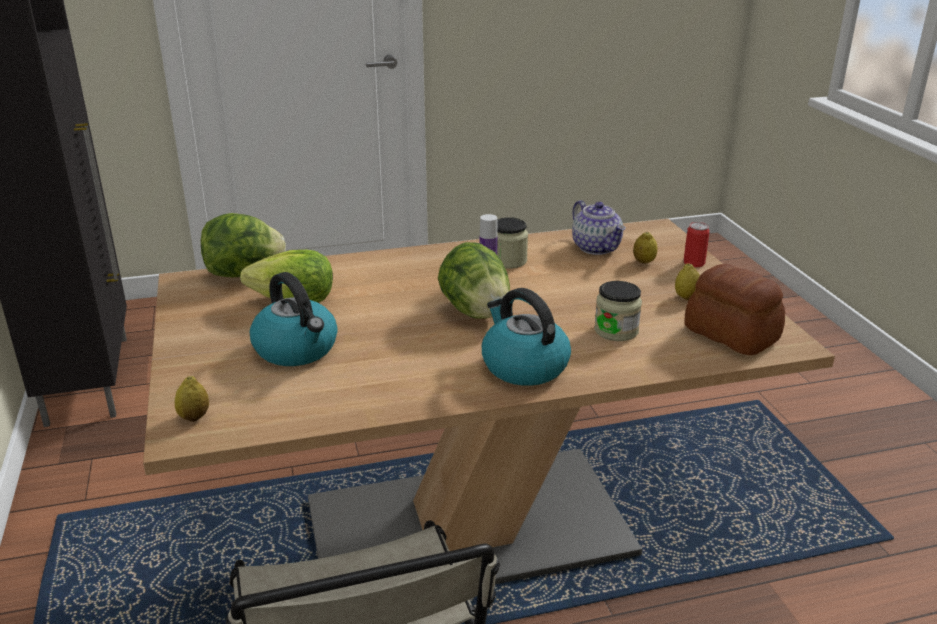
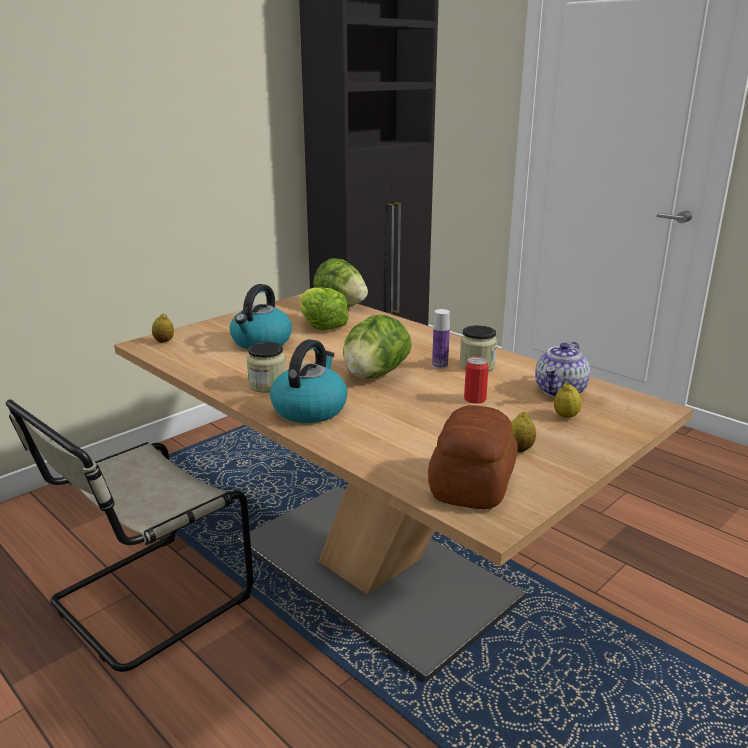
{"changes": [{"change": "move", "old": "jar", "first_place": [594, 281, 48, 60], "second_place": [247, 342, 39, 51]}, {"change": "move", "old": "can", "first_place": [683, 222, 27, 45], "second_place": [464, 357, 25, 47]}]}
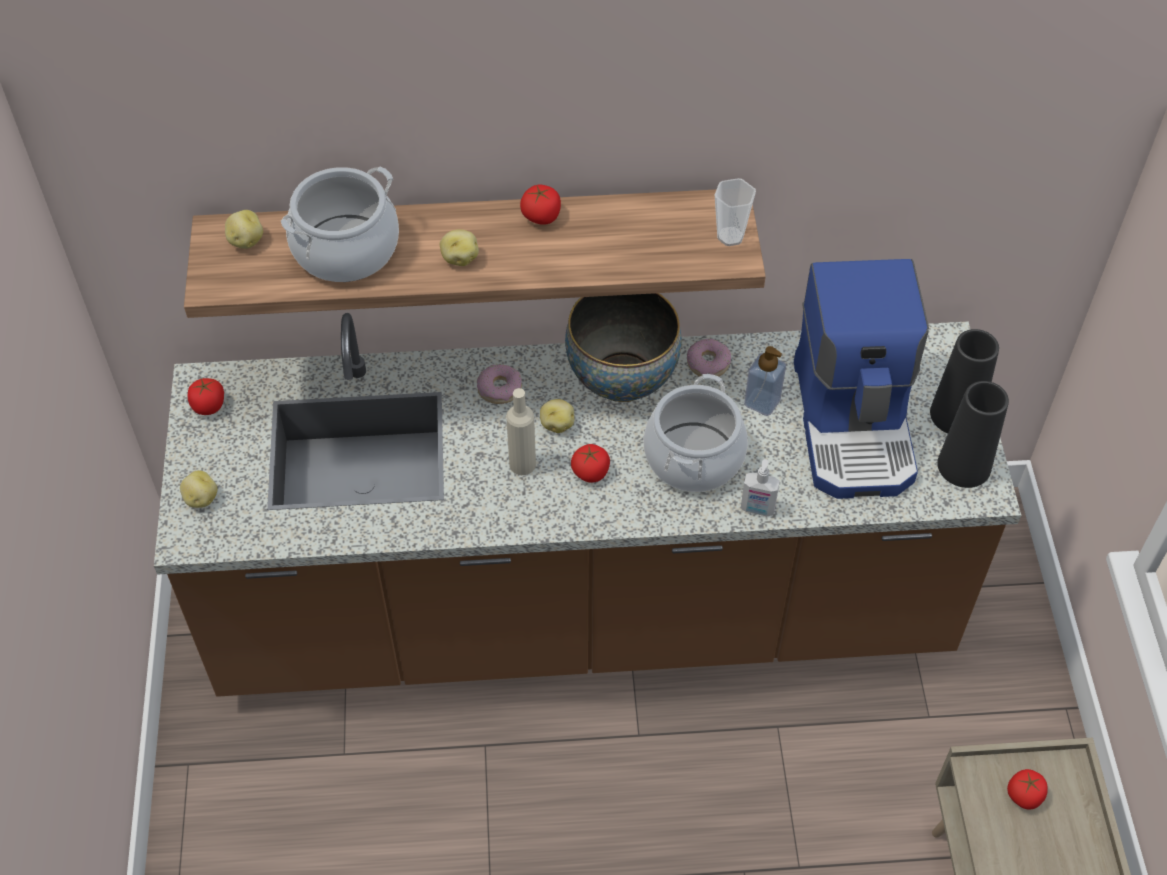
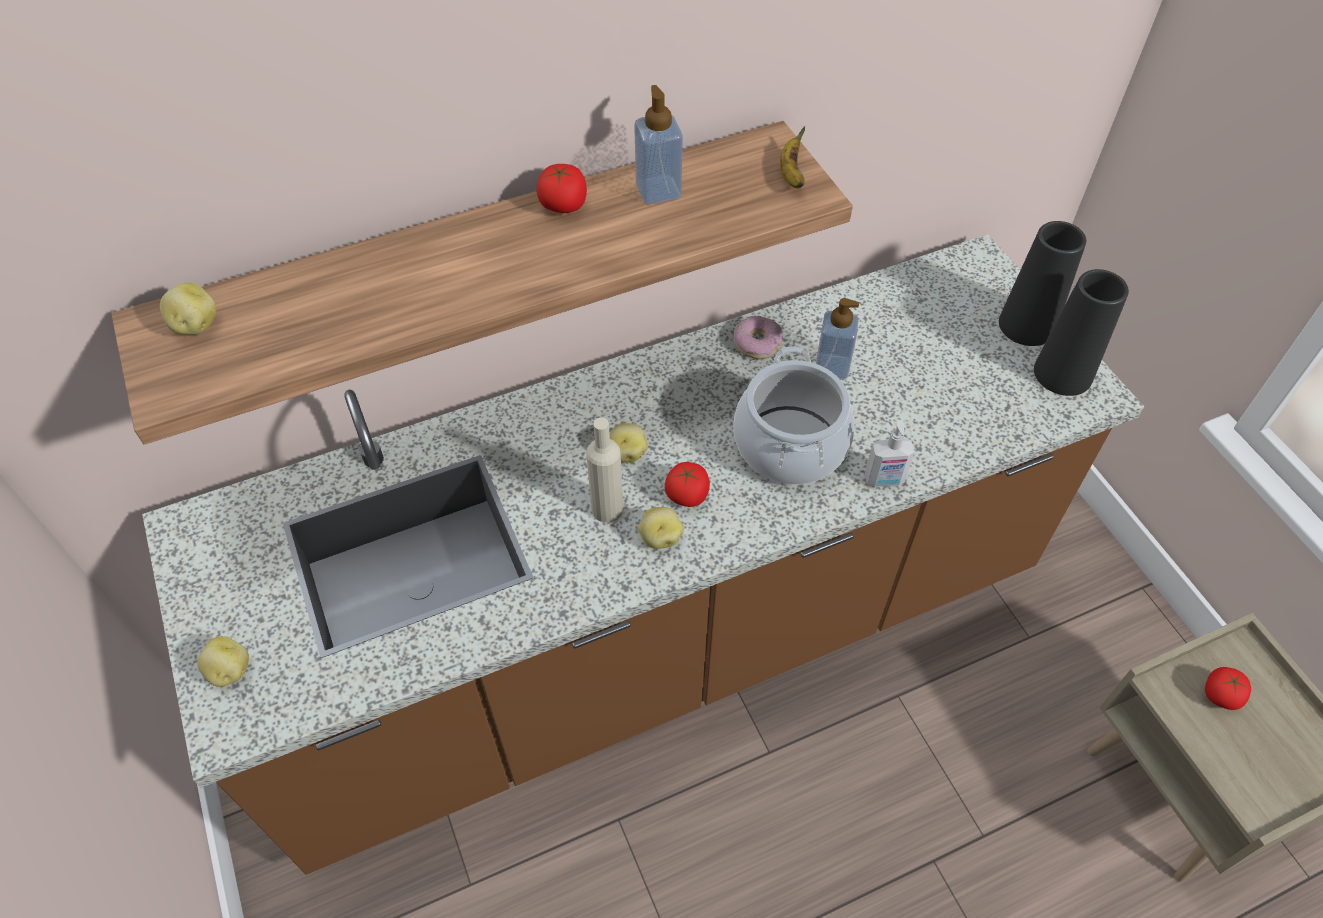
{"changes": [{"change": "insert", "new": "soap_dispenser", "second_place": [634, 85, 49, 119]}, {"change": "move", "old": "potato", "first_place": [440, 229, 39, 37], "second_place": [637, 507, 47, 42]}, {"change": "replace", "old": "cup", "new": "banana", "first_place": [715, 178, 41, 68], "second_place": [780, 126, 25, 62]}, {"change": "delete", "old": "tomato", "first_place": [188, 378, 36, 37]}, {"change": "delete", "old": "cooking_pot", "first_place": [281, 167, 118, 115]}, {"change": "delete", "old": "donut", "first_place": [477, 364, 45, 40]}, {"change": "delete", "old": "bowl", "first_place": [565, 293, 117, 109]}, {"change": "delete", "old": "coffee_machine", "first_place": [794, 259, 135, 240]}]}
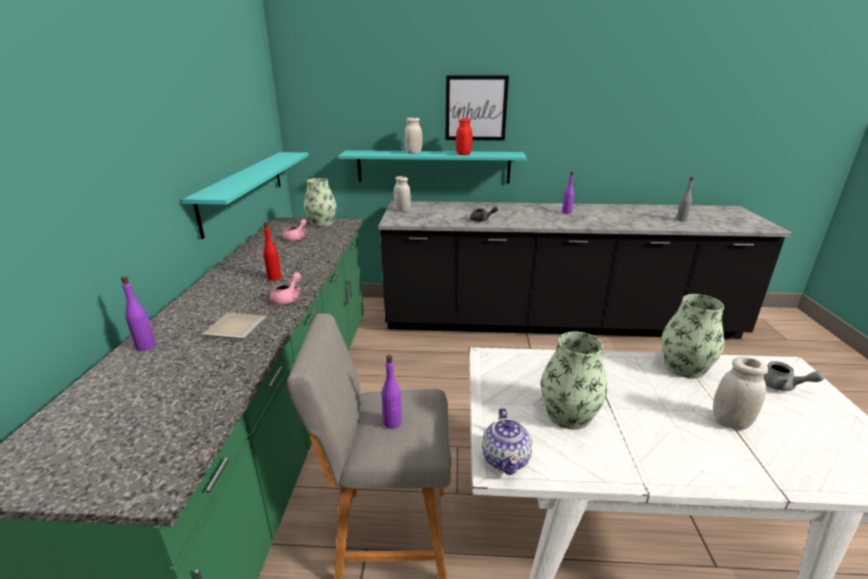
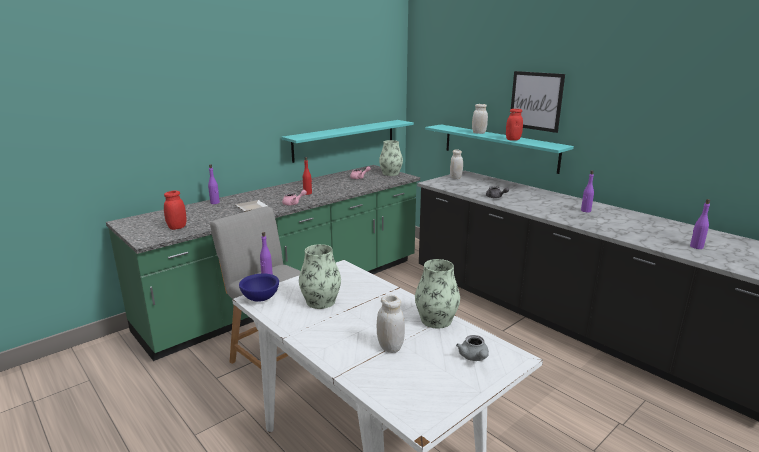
{"changes": [{"change": "insert", "new": "red_jar", "second_place": [164, 191, 23, 39]}, {"change": "replace", "old": "teapot", "new": "blue_bowl", "first_place": [482, 408, 50, 67], "second_place": [239, 274, 40, 28]}, {"change": "recolor", "old": "grey_bottle", "new": "purple_bottle", "first_place": [676, 177, 17, 45], "second_place": [690, 199, 20, 50]}]}
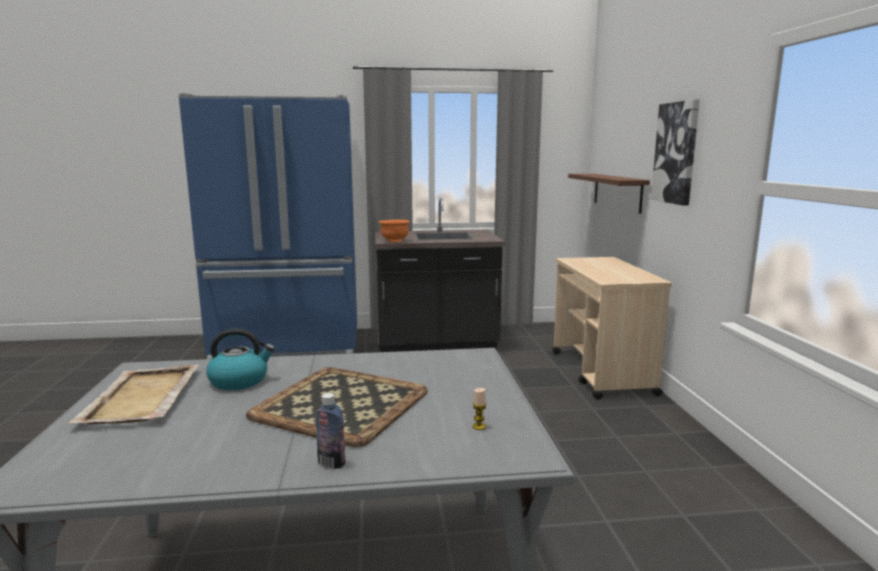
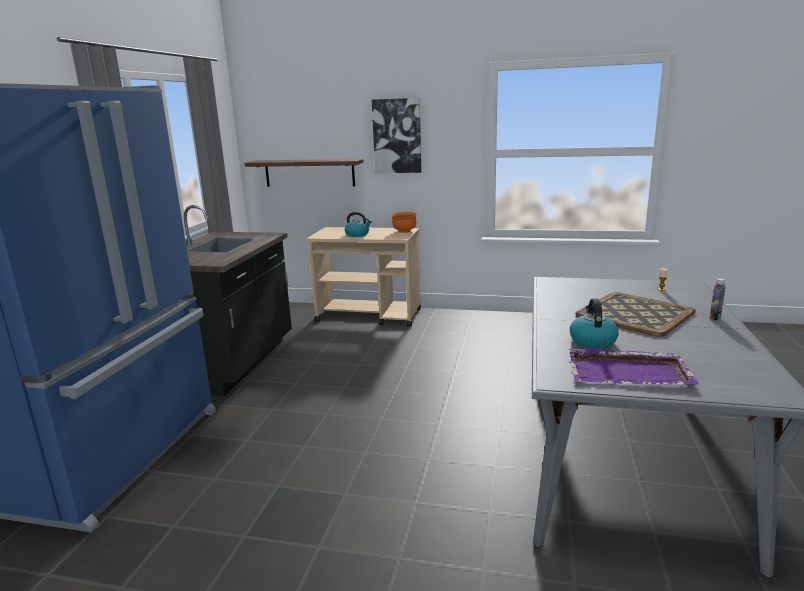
{"changes": [{"change": "insert", "new": "kettle", "second_place": [345, 212, 27, 25]}, {"change": "move", "old": "orange_bowl", "first_place": [379, 220, 31, 22], "second_place": [390, 212, 28, 21]}, {"change": "recolor", "old": "beige_tray", "new": "purple_tray", "first_place": [68, 364, 131, 60], "second_place": [569, 349, 130, 35]}]}
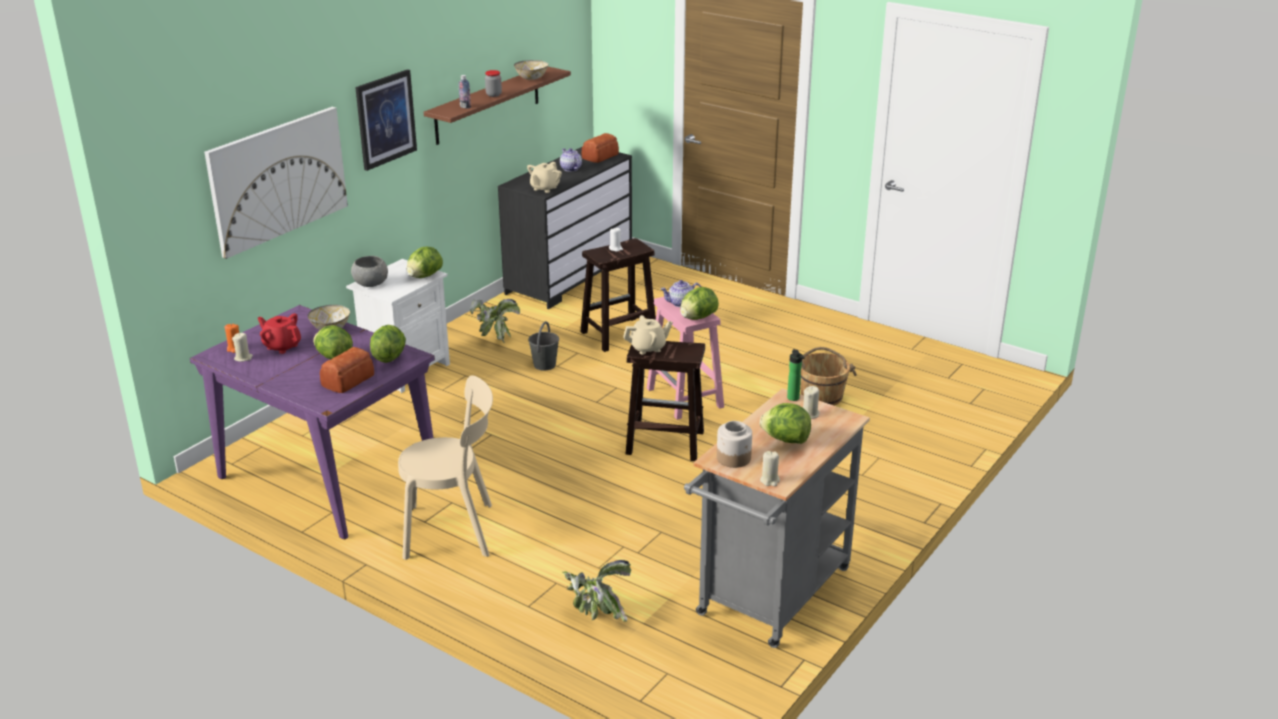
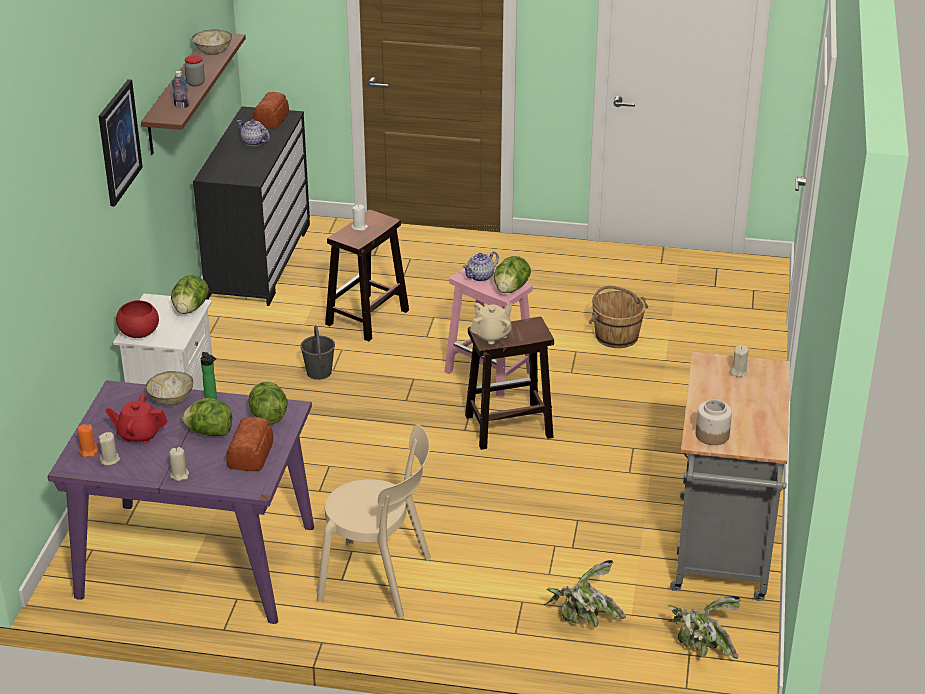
{"changes": [{"change": "recolor", "old": "grey_bowl", "new": "red_bowl", "first_place": [351, 256, 37, 31], "second_place": [116, 300, 43, 38]}, {"change": "move", "old": "beige_candle", "first_place": [760, 451, 20, 35], "second_place": [169, 447, 20, 34]}, {"change": "move", "old": "bottle", "first_place": [787, 349, 17, 52], "second_place": [201, 352, 16, 47]}, {"change": "rotate", "old": "beige_chair", "first_place": [398, 375, 95, 185], "second_place": [317, 424, 114, 195], "degrees": 45}, {"change": "move", "old": "potted_plant", "first_place": [470, 299, 50, 44], "second_place": [668, 596, 73, 63]}, {"change": "delete", "old": "picture", "first_place": [204, 107, 144, 152]}, {"change": "delete", "old": "beige_teapot", "first_place": [527, 162, 35, 31]}, {"change": "delete", "old": "lettuce", "first_place": [760, 403, 51, 41]}]}
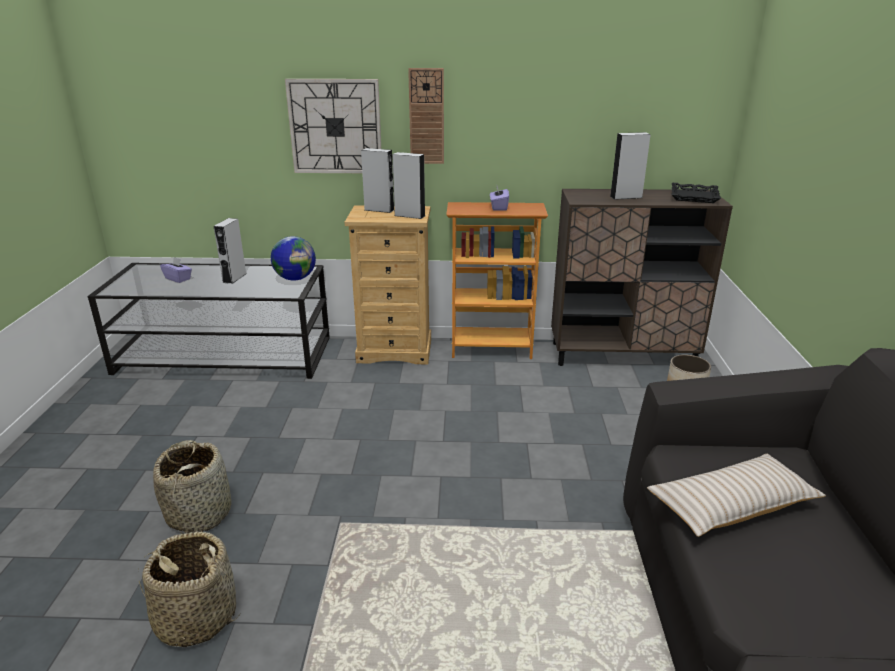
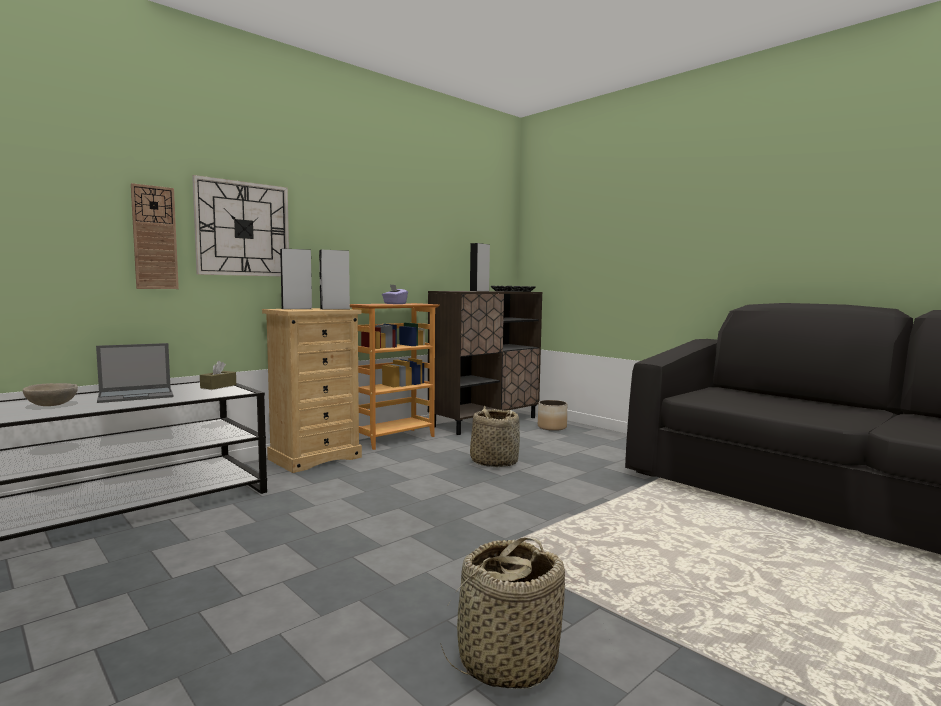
{"changes": [{"change": "replace", "old": "purple_tissue_box", "new": "beige_bowl", "first_place": [160, 257, 32, 26], "second_place": [23, 383, 55, 23]}, {"change": "replace", "old": "grey_speaker", "new": "laptop", "first_place": [214, 218, 32, 66], "second_place": [96, 343, 77, 60]}, {"change": "move", "old": "wall_clock", "first_place": [408, 68, 36, 96], "second_place": [131, 183, 48, 106]}, {"change": "replace", "old": "globe", "new": "brown_tissue_box", "first_place": [271, 236, 45, 45], "second_place": [200, 361, 36, 29]}, {"change": "move", "old": "basket", "first_place": [153, 440, 78, 94], "second_place": [470, 406, 50, 61]}, {"change": "delete", "old": "beige_pillow", "first_place": [647, 454, 179, 83]}]}
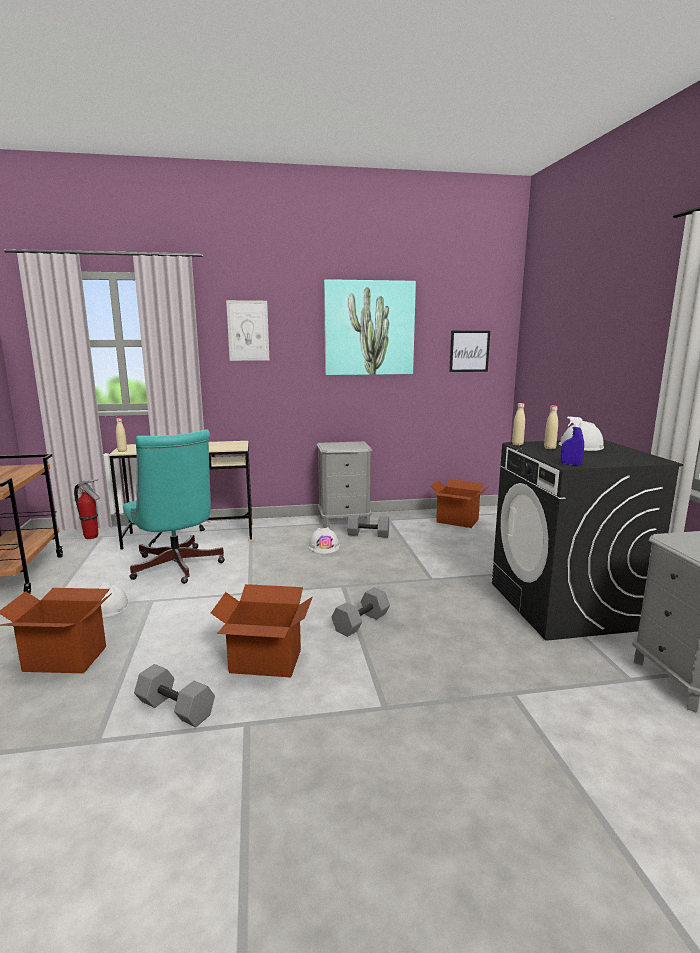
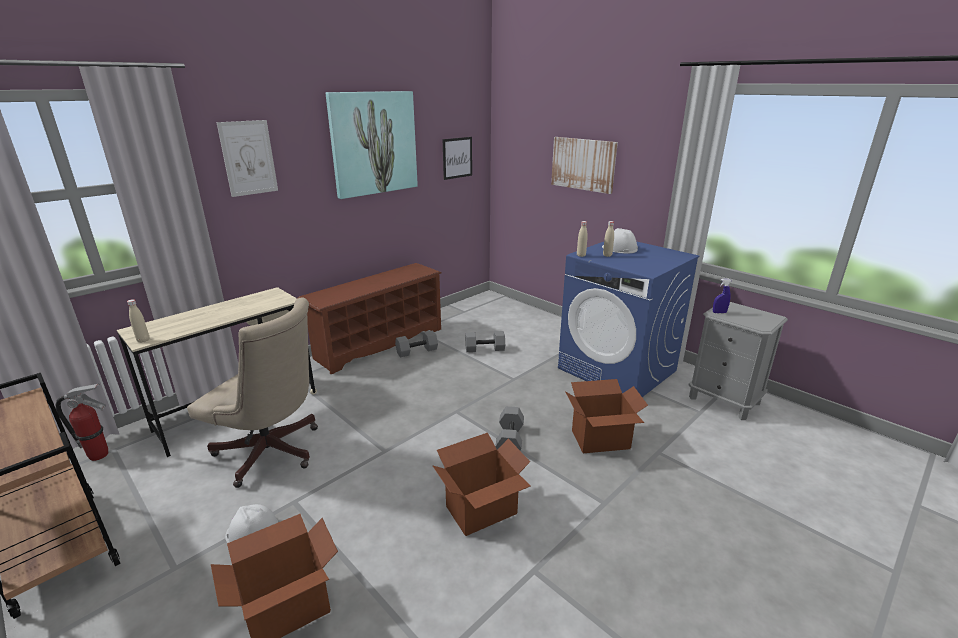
{"changes": [{"change": "recolor", "old": "turquoise_office_chair", "new": "beige_office_chair", "first_place": [123, 429, 102, 155], "second_place": [187, 298, 131, 190]}, {"change": "replace", "old": "grey_nightstand", "new": "brown_shoe_rack", "first_place": [317, 441, 56, 87], "second_place": [297, 263, 145, 111]}, {"change": "move", "old": "grey_dumbbell", "first_place": [134, 664, 81, 63], "second_place": [465, 331, 40, 21]}, {"change": "insert", "new": "picture", "second_place": [551, 137, 67, 57]}, {"change": "recolor", "old": "black_washing_machine", "new": "blue_washing_machine", "first_place": [492, 440, 191, 201], "second_place": [558, 241, 141, 156]}, {"change": "move", "old": "cardboard_box", "first_place": [430, 479, 58, 49], "second_place": [565, 379, 83, 74]}, {"change": "move", "old": "blue_spray_bottle", "first_place": [561, 416, 23, 50], "second_place": [713, 279, 19, 34]}, {"change": "delete", "old": "white_hard_hat", "first_place": [308, 527, 32, 27]}]}
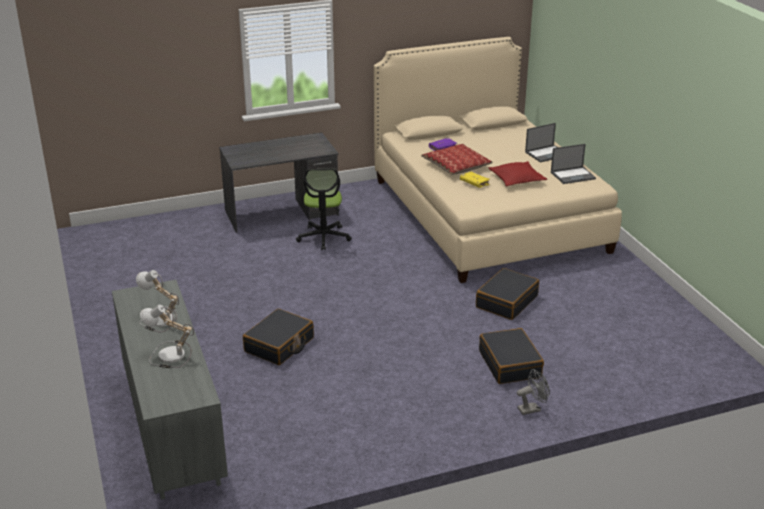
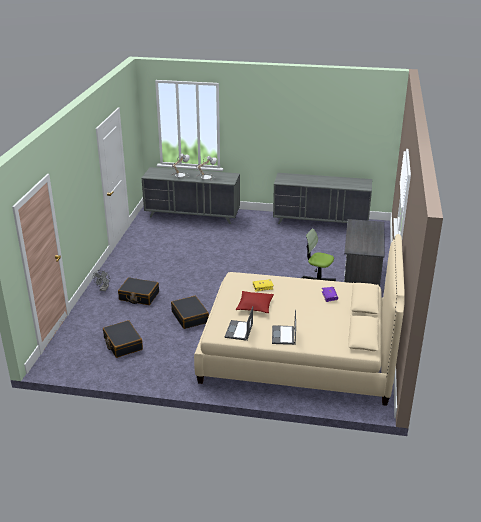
{"changes": [{"change": "move", "old": "black_suitcase", "first_place": [243, 309, 71, 56], "second_place": [103, 320, 40, 38]}, {"change": "insert", "new": "grey_dresser", "second_place": [273, 173, 99, 51]}, {"change": "delete", "old": "pillow", "first_place": [421, 144, 72, 31]}]}
